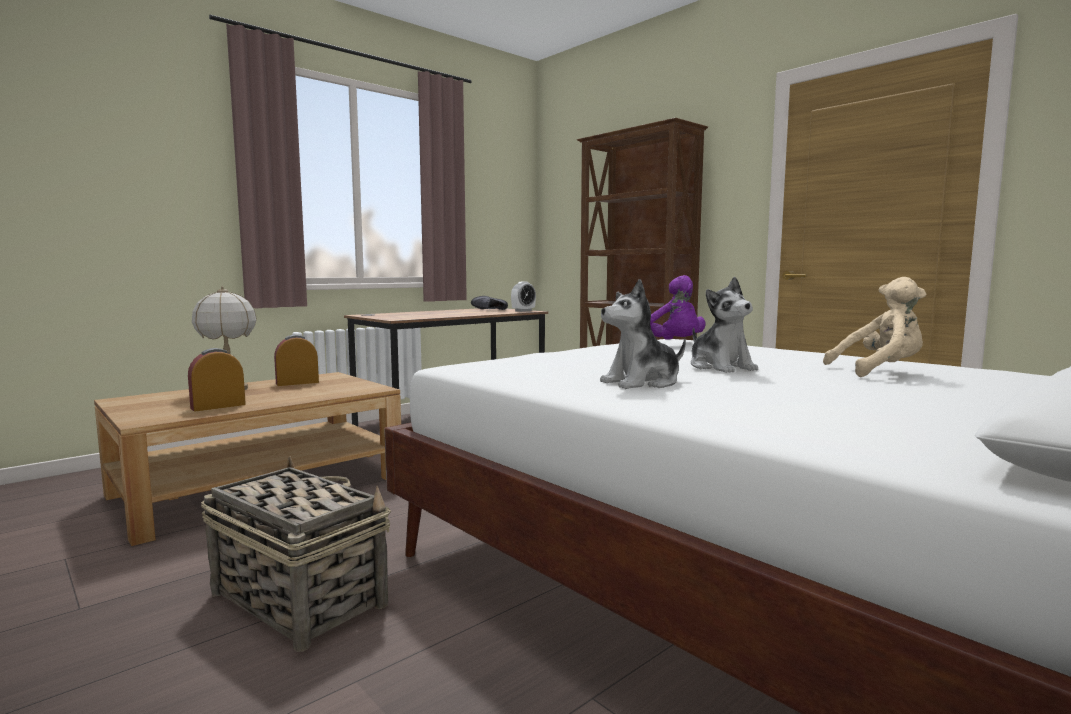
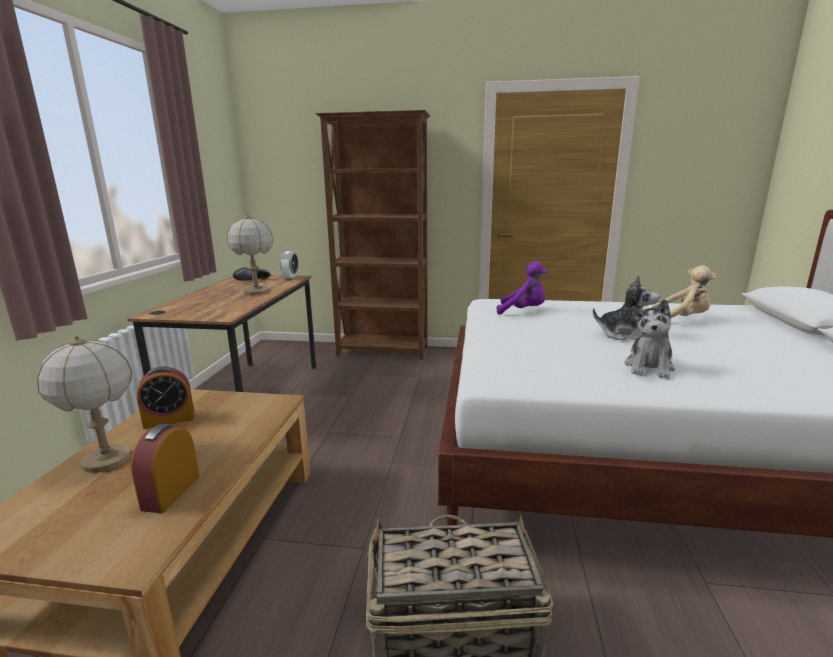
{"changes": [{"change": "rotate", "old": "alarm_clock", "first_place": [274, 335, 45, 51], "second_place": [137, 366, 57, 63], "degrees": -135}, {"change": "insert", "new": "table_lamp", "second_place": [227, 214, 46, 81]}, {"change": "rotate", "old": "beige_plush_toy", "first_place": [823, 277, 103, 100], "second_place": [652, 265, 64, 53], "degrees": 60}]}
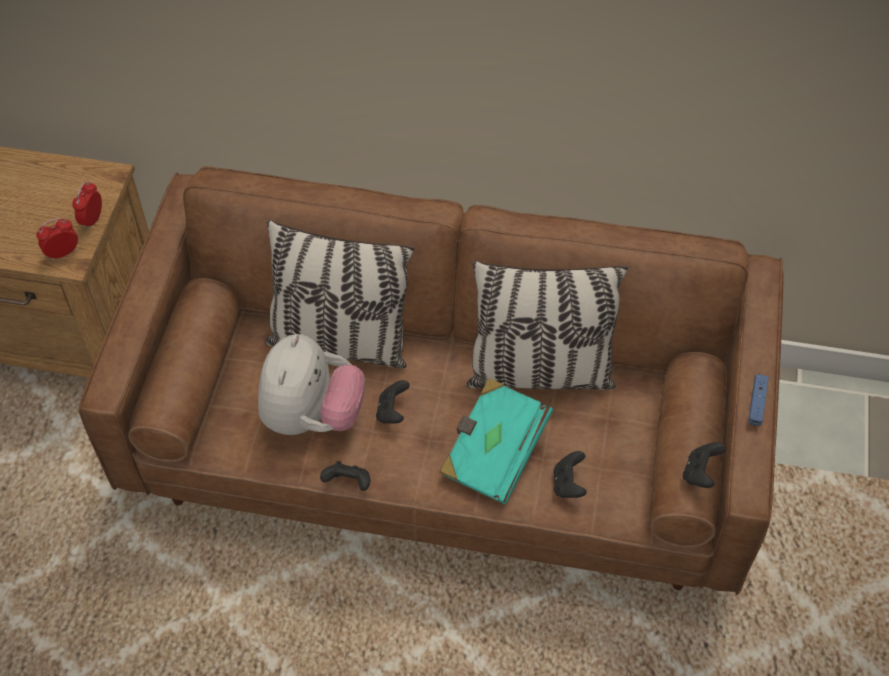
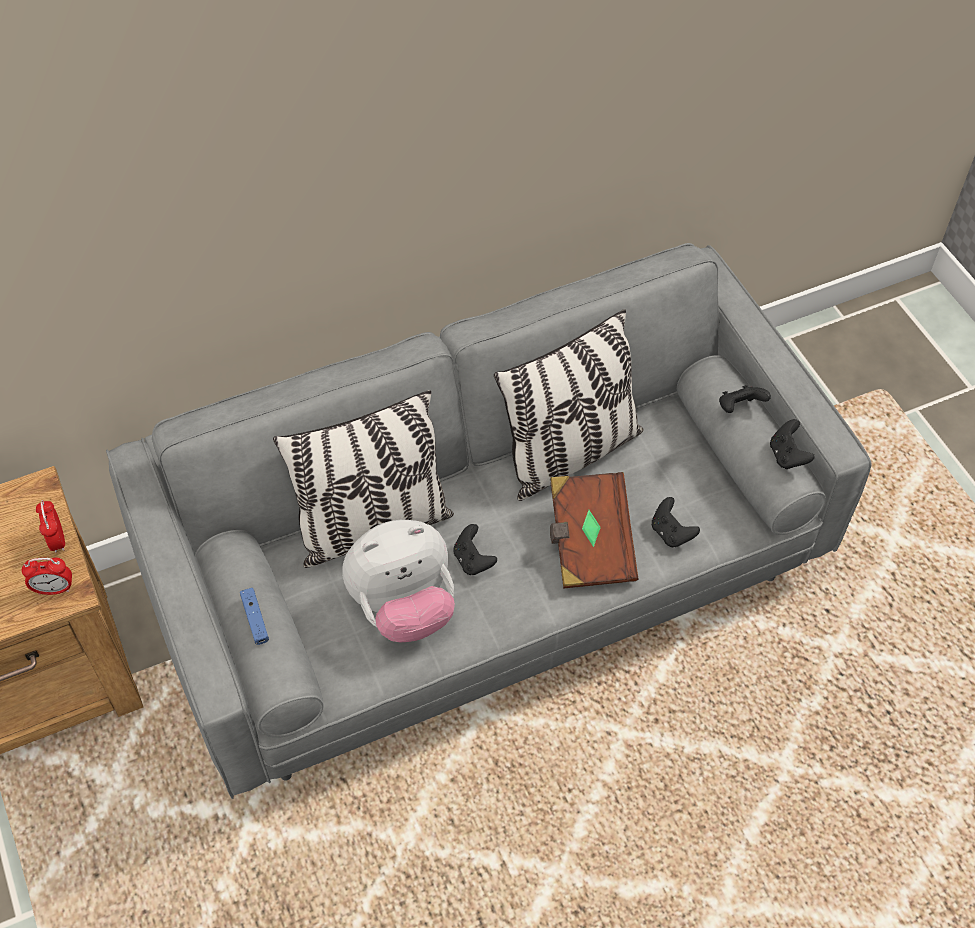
{"changes": [{"change": "rotate", "old": "alarm_clock", "first_place": [37, 218, 41, 43], "second_place": [22, 558, 50, 37], "degrees": -120}, {"change": "recolor", "old": "brown_sofa", "new": "grey_sofa", "first_place": [79, 166, 705, 429], "second_place": [106, 243, 765, 556]}, {"change": "move", "old": "blue_game_controller", "first_place": [748, 374, 21, 52], "second_place": [240, 588, 29, 57]}, {"change": "rotate", "old": "plush_toy", "first_place": [258, 334, 107, 101], "second_place": [342, 520, 113, 123], "degrees": 90}, {"change": "recolor", "old": "turquoise_book", "new": "brown_book", "first_place": [440, 378, 113, 126], "second_place": [550, 472, 89, 117]}, {"change": "move", "old": "black_game_controller", "first_place": [320, 461, 50, 30], "second_place": [719, 385, 52, 28]}]}
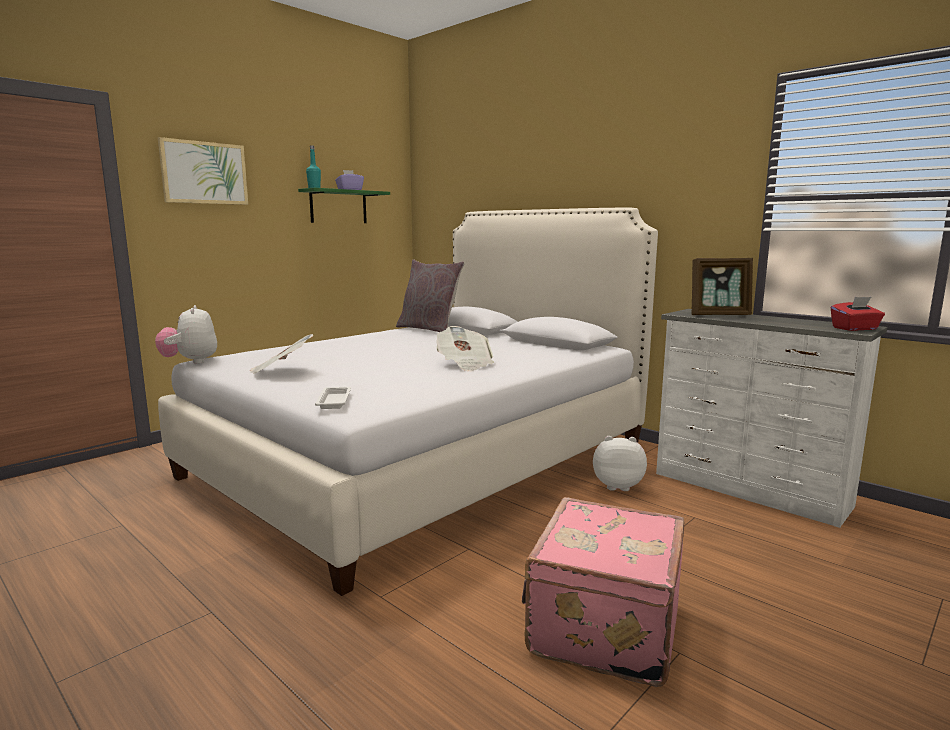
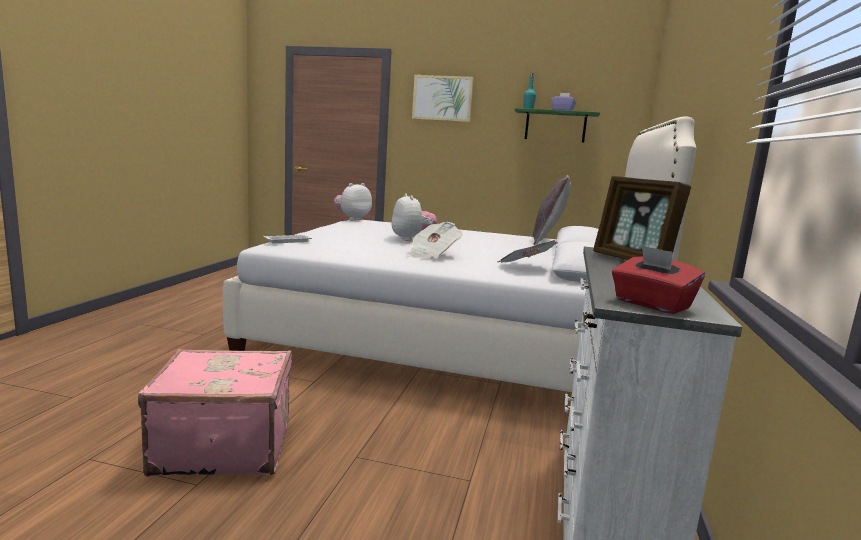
{"changes": [{"change": "move", "old": "plush_toy", "first_place": [593, 436, 54, 55], "second_place": [392, 194, 45, 47]}, {"change": "move", "old": "newspaper", "first_place": [250, 334, 63, 40], "second_place": [497, 240, 61, 23]}]}
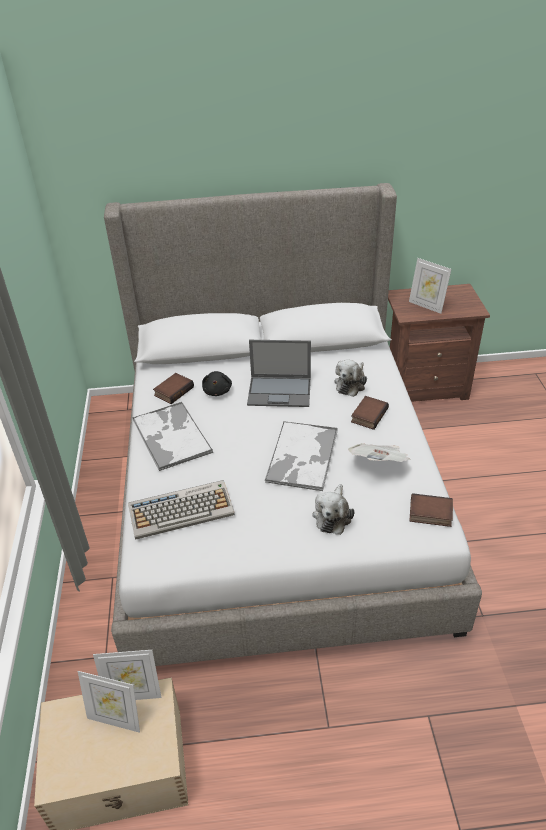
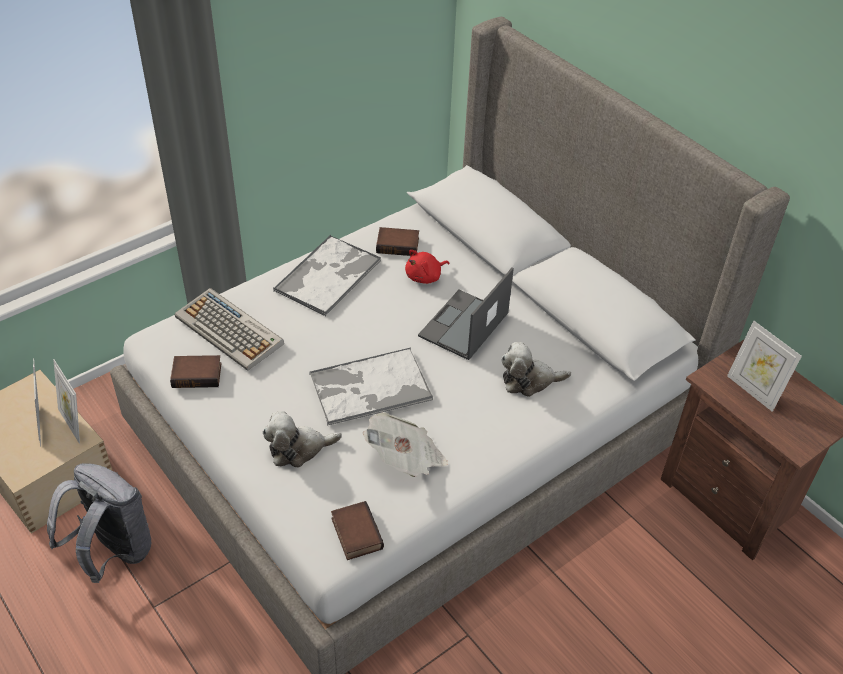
{"changes": [{"change": "insert", "new": "grey_backpack", "second_place": [47, 463, 104, 120]}, {"change": "move", "old": "book", "first_place": [351, 396, 38, 34], "second_place": [170, 355, 52, 33]}, {"change": "recolor", "old": "black_plush_toy", "new": "red_plush_toy", "first_place": [202, 371, 30, 25], "second_place": [405, 250, 44, 34]}, {"change": "rotate", "old": "laptop", "first_place": [247, 340, 64, 67], "second_place": [418, 268, 96, 92], "degrees": 60}, {"change": "rotate", "old": "picture_frame", "first_place": [409, 258, 42, 56], "second_place": [727, 320, 75, 92], "degrees": -45}]}
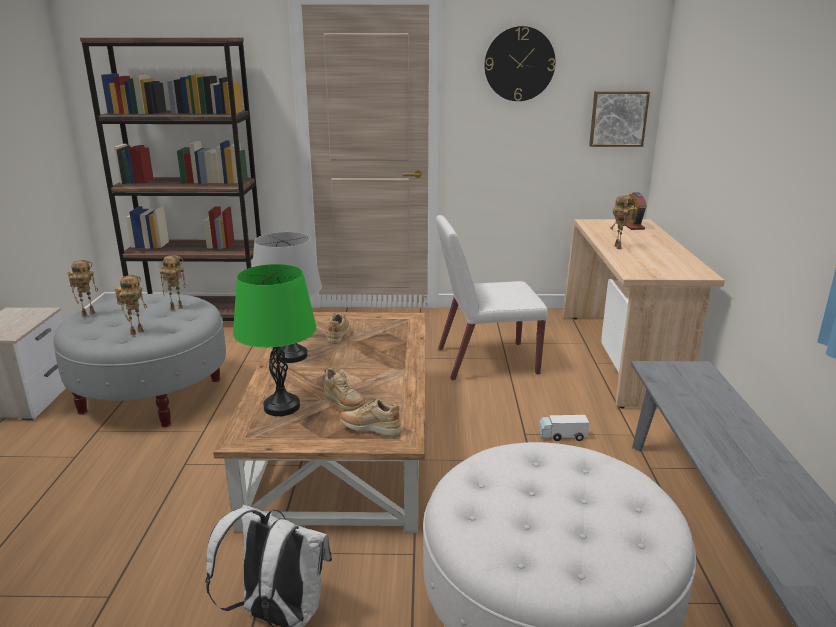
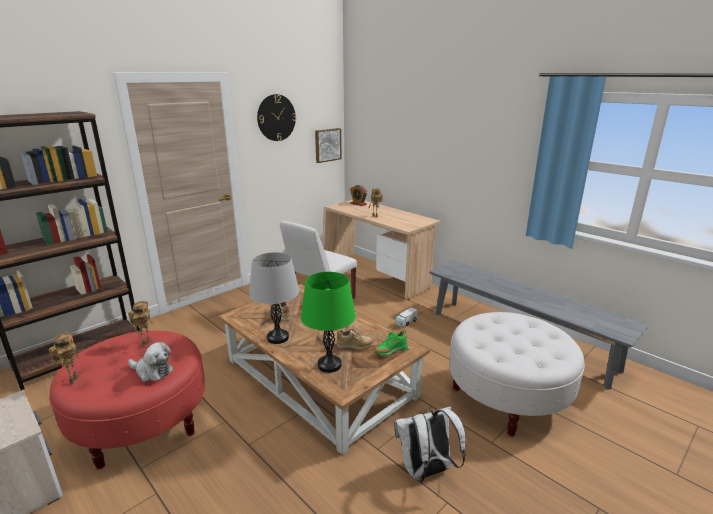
{"changes": [{"change": "recolor", "old": "grey_ottoman", "new": "red_ottoman", "first_place": [53, 293, 173, 134], "second_place": [49, 331, 156, 138]}, {"change": "replace", "old": "toy_robot", "new": "plush_toy", "first_place": [115, 275, 32, 61], "second_place": [128, 342, 45, 40]}, {"change": "recolor", "old": "beige_shoe", "new": "green_shoe", "first_place": [340, 398, 61, 39], "second_place": [375, 330, 33, 26]}]}
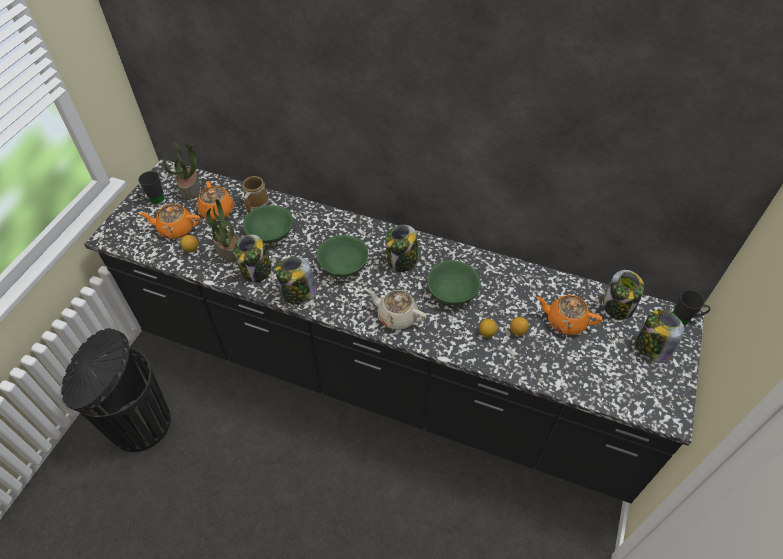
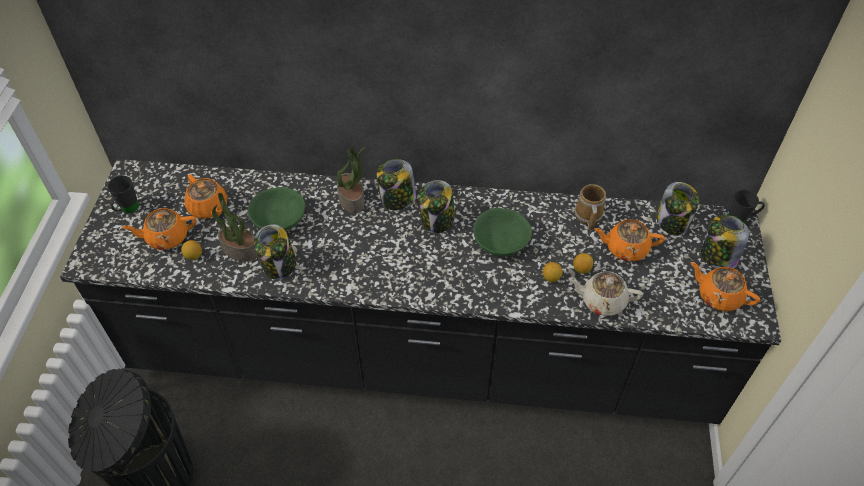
{"changes": [{"change": "move", "old": "potted_plant", "first_place": [163, 142, 37, 58], "second_place": [337, 146, 28, 68]}, {"change": "move", "old": "jar", "first_place": [276, 257, 40, 48], "second_place": [377, 159, 39, 51]}, {"change": "move", "old": "beige_teapot", "first_place": [366, 289, 61, 41], "second_place": [568, 271, 75, 45]}, {"change": "move", "old": "mug", "first_place": [242, 176, 27, 37], "second_place": [574, 184, 32, 46]}, {"change": "insert", "new": "orange_teapot", "second_place": [690, 262, 70, 49]}, {"change": "delete", "old": "green_bowl", "first_place": [317, 235, 51, 42]}]}
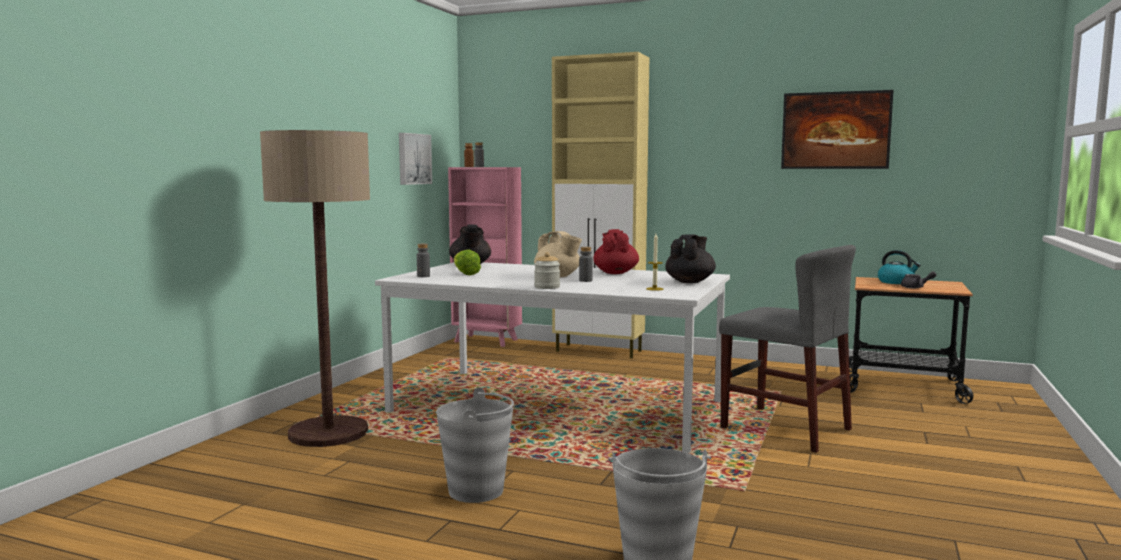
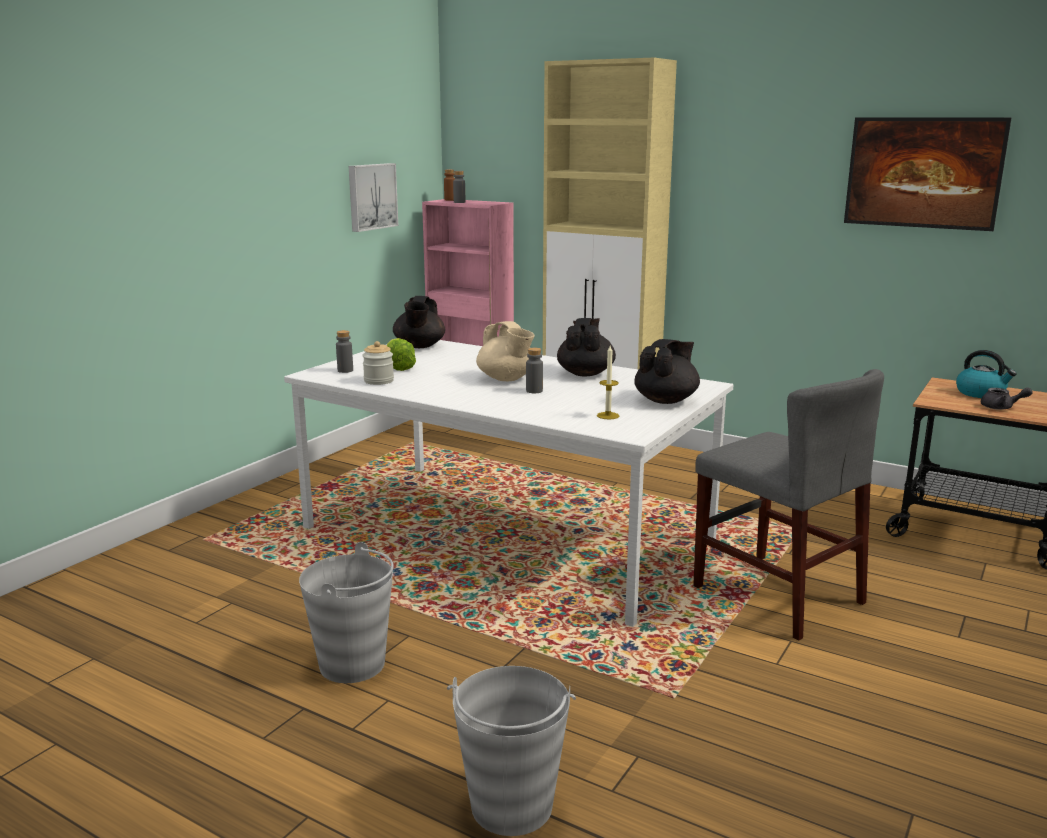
{"changes": [{"change": "move", "old": "jar", "first_place": [534, 252, 26, 37], "second_place": [362, 341, 32, 44]}, {"change": "recolor", "old": "red_teapot", "new": "black_teapot", "first_place": [593, 229, 46, 45], "second_place": [557, 318, 59, 59]}, {"change": "delete", "old": "floor_lamp", "first_place": [260, 130, 110, 317]}]}
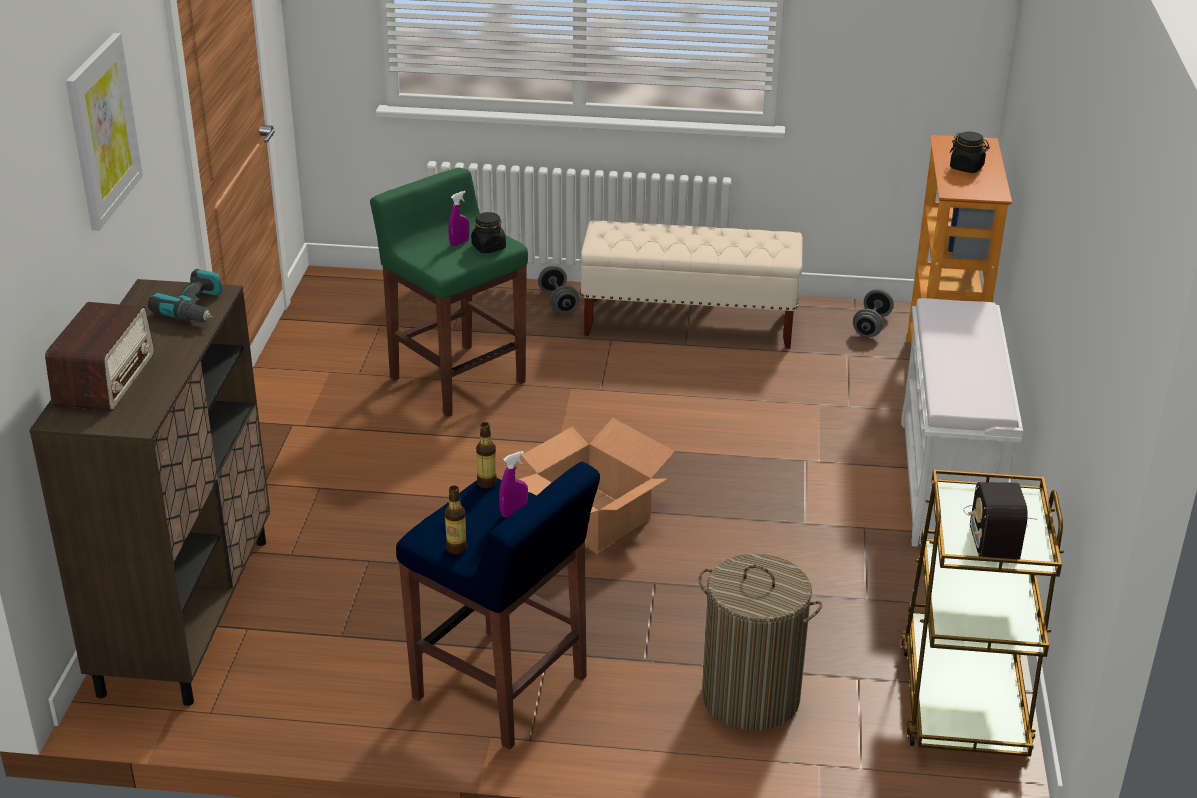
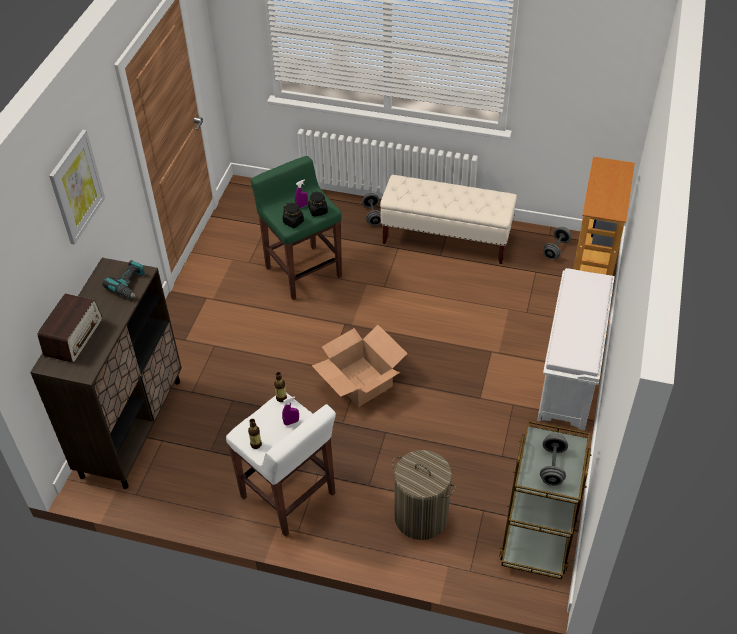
{"changes": [{"change": "recolor", "old": "blue_stool", "new": "white_stool", "first_place": [396, 462, 204, 287], "second_place": [226, 393, 110, 144]}, {"change": "move", "old": "black_jar", "first_place": [950, 132, 40, 41], "second_place": [283, 203, 21, 25]}, {"change": "replace", "old": "radio", "new": "grey_dumbbell", "first_place": [963, 482, 75, 77], "second_place": [540, 433, 28, 53]}]}
